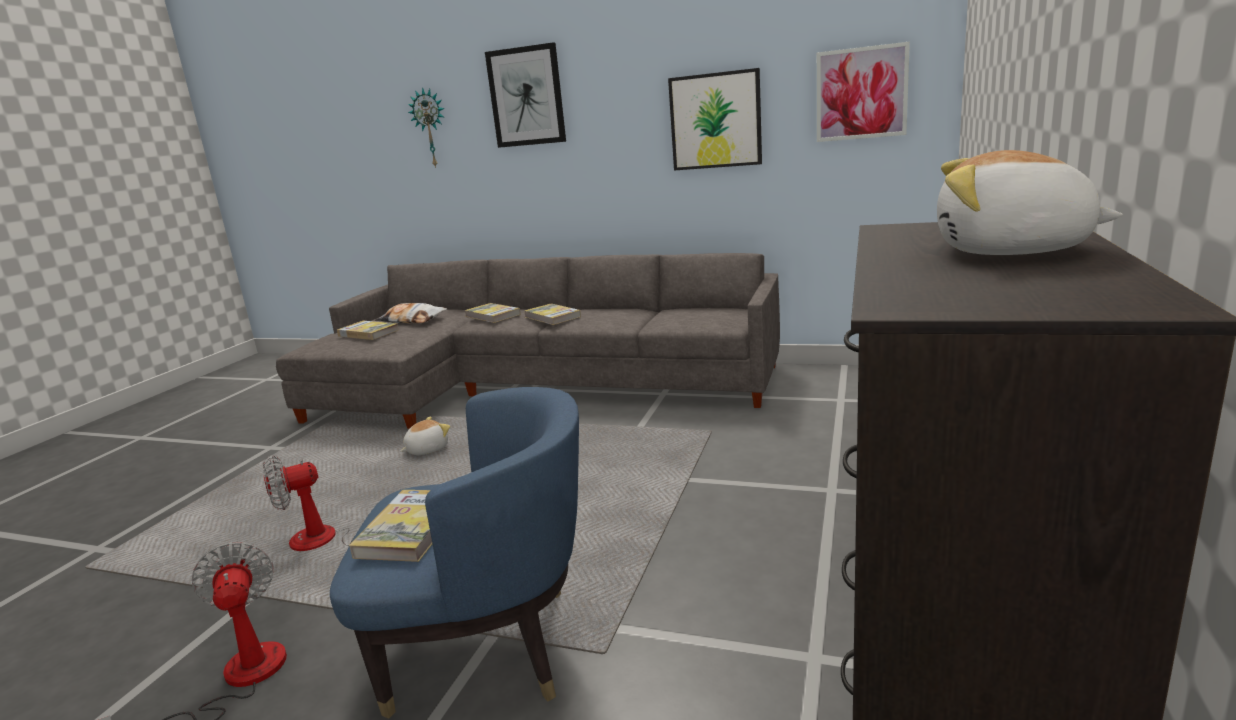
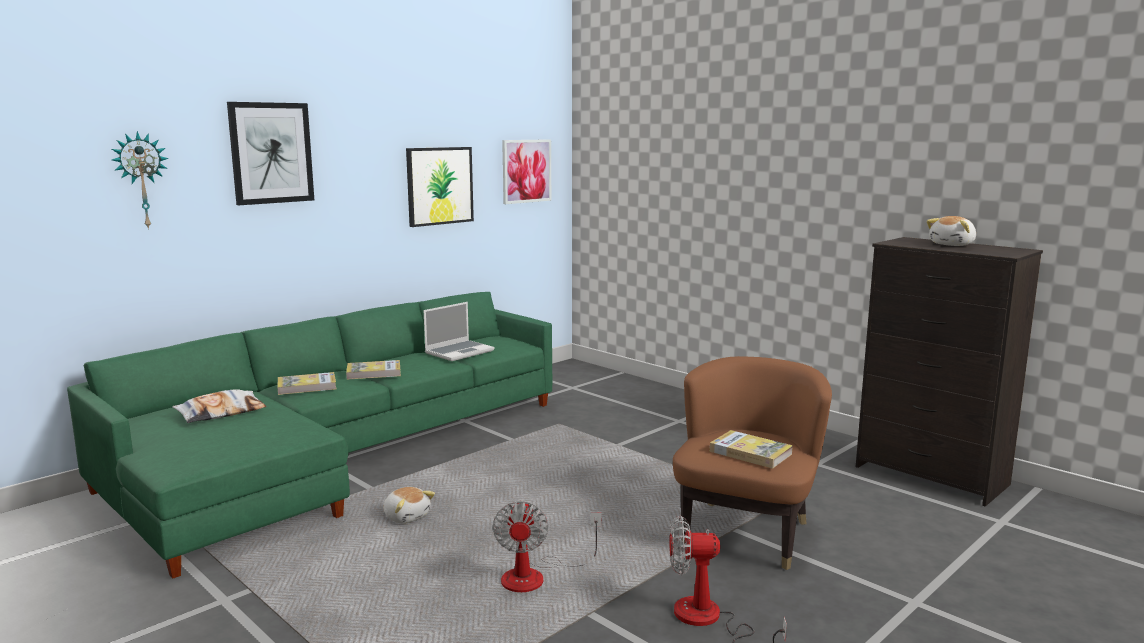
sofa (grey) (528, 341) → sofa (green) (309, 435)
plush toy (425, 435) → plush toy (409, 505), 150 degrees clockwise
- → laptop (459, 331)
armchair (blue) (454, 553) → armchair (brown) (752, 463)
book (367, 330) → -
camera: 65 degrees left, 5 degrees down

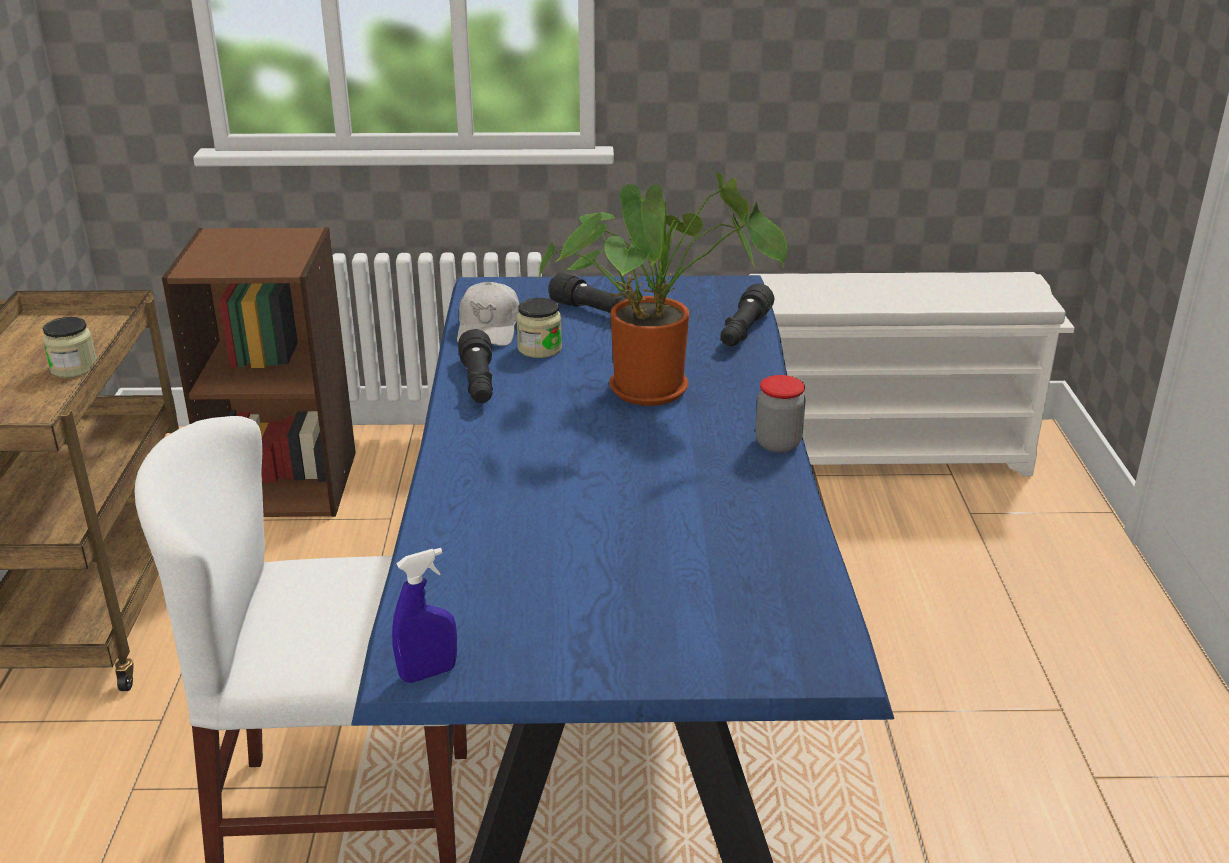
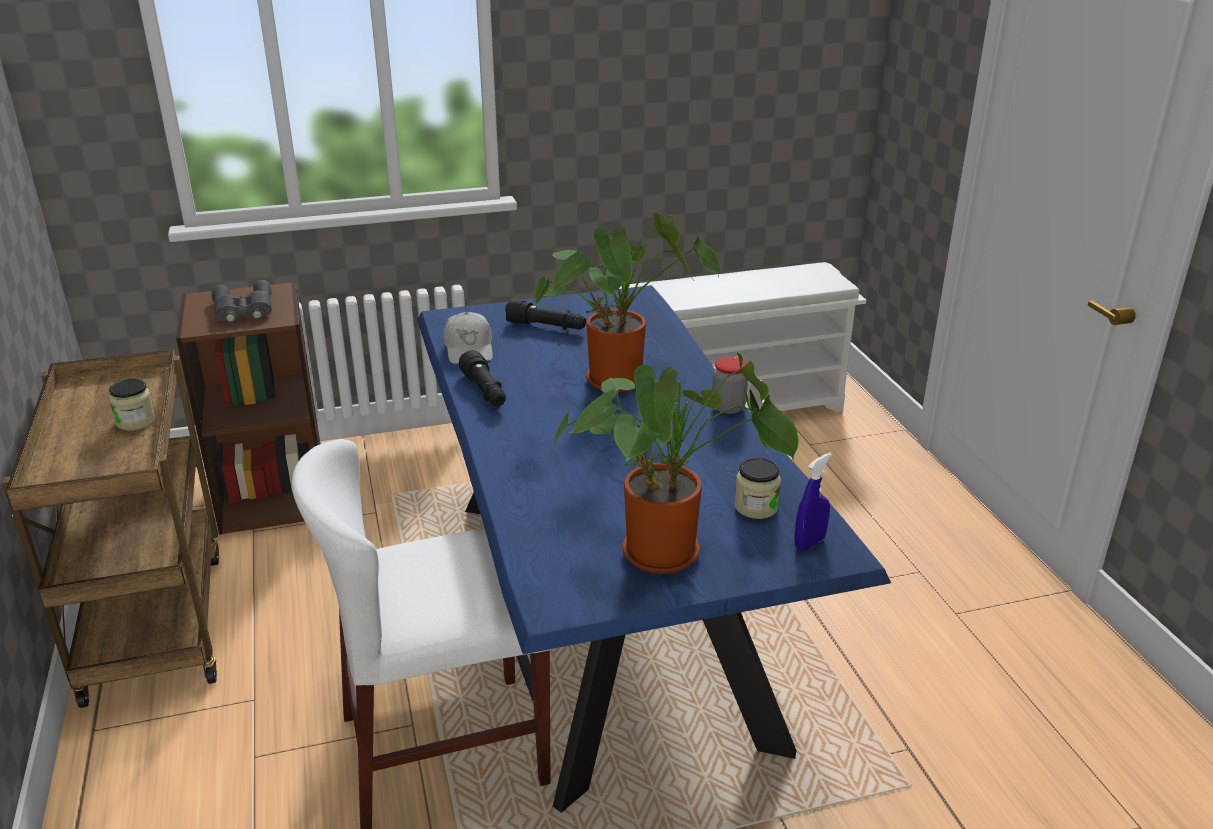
- → binoculars (grey) (242, 301)
- → potted plant (675, 463)
jar (539, 328) → jar (757, 488), moved
spray bottle (blue) (424, 615) → spray bottle (blue) (813, 502), moved
flashlight (black) (747, 315) → -
camera: 15 degrees left, 0 degrees up

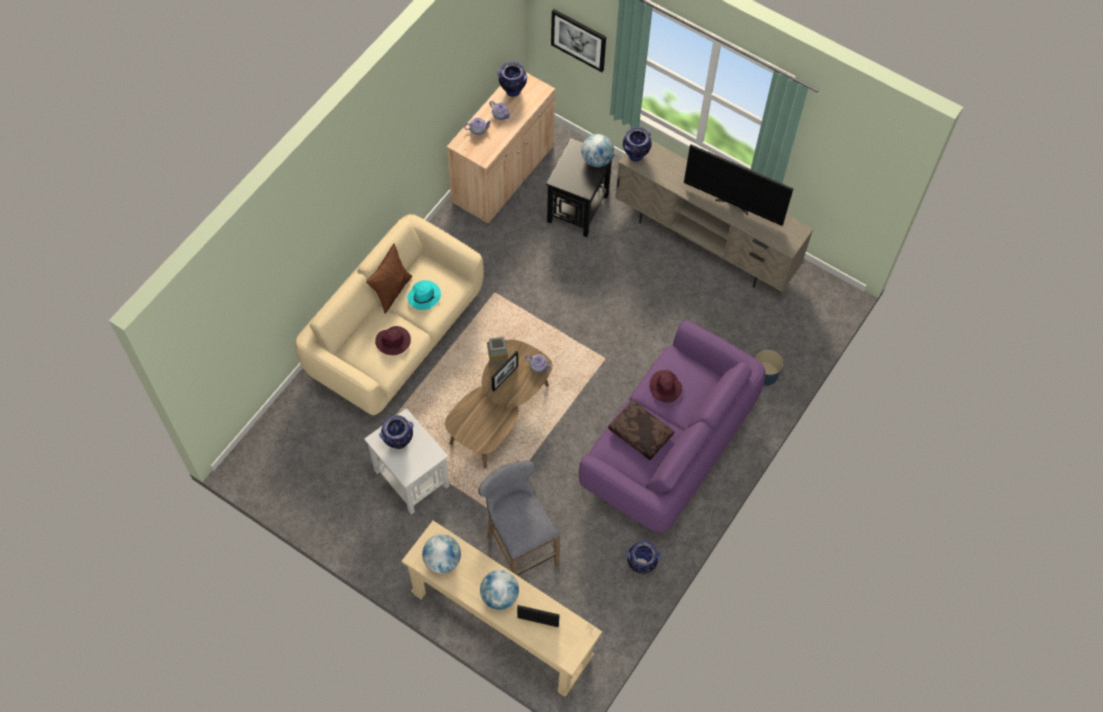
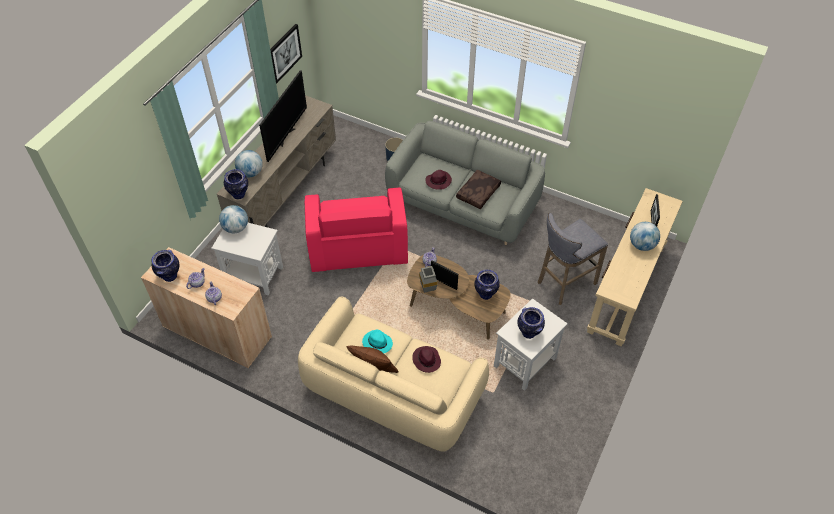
side table (black) (580, 187) → side table (white) (247, 259)
globe (441, 553) → globe (249, 163), moved
picture (578, 40) → picture (286, 54), moved
- → armchair (pink) (356, 229)
sofa (purple) (672, 426) → sofa (grey) (465, 183)
vase (643, 557) → vase (487, 285), moved
camera: 95 degrees left, 10 degrees down

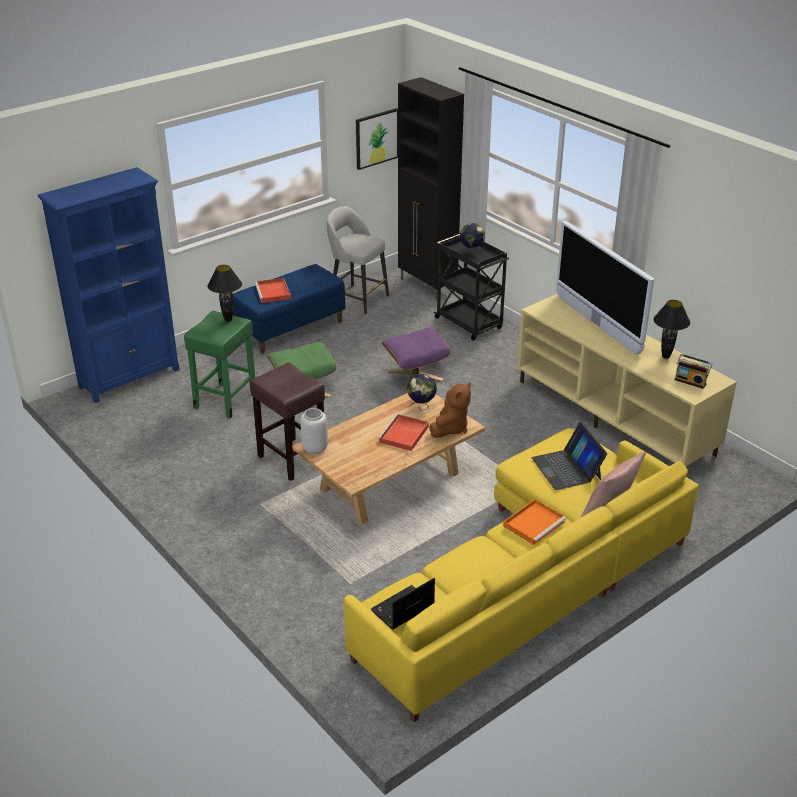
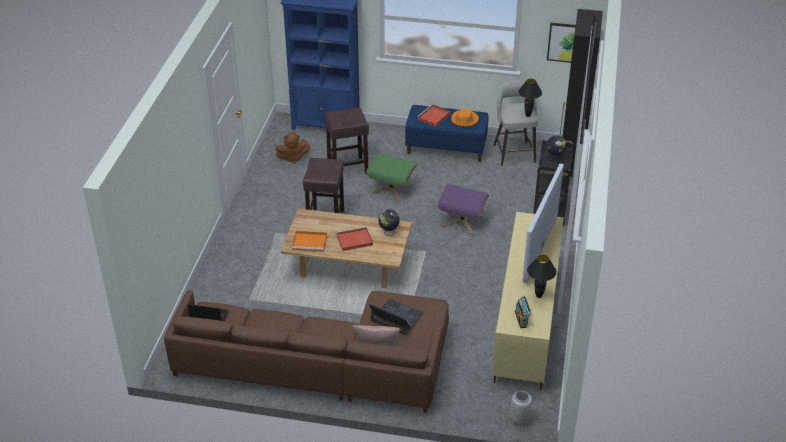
sofa (yellow) (521, 575) → sofa (brown) (306, 351)
plush toy (brown) (450, 410) → plush toy (brown) (292, 148), moved
tray (orange) (534, 522) → tray (orange) (309, 241), moved
stool (green) (219, 365) → stool (brown) (347, 141)
laptop (569, 456) → laptop (396, 317), 90 degrees clockwise
- → hat (orange) (465, 118)
vase (grey) (314, 431) → vase (grey) (521, 408), moved
table lamp (black) (224, 293) → table lamp (black) (530, 98), moved
camera: 50 degrees right, 5 degrees up

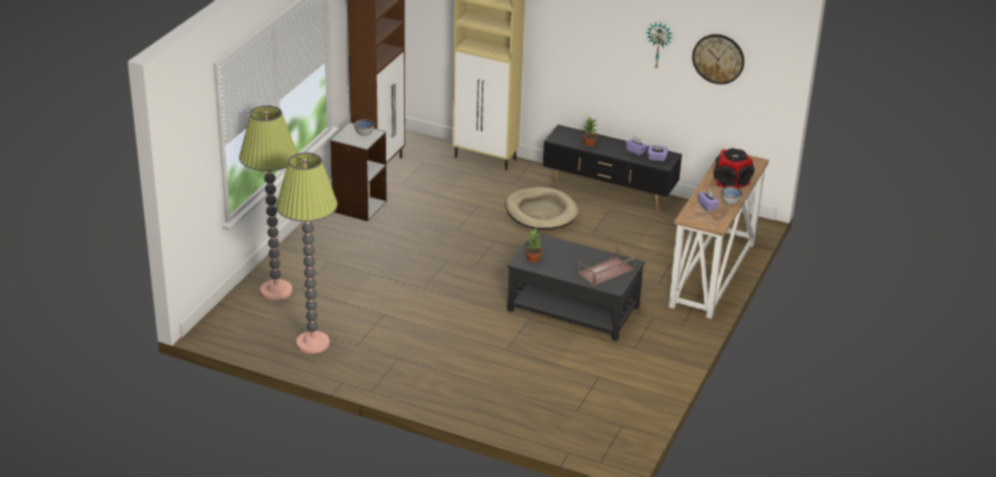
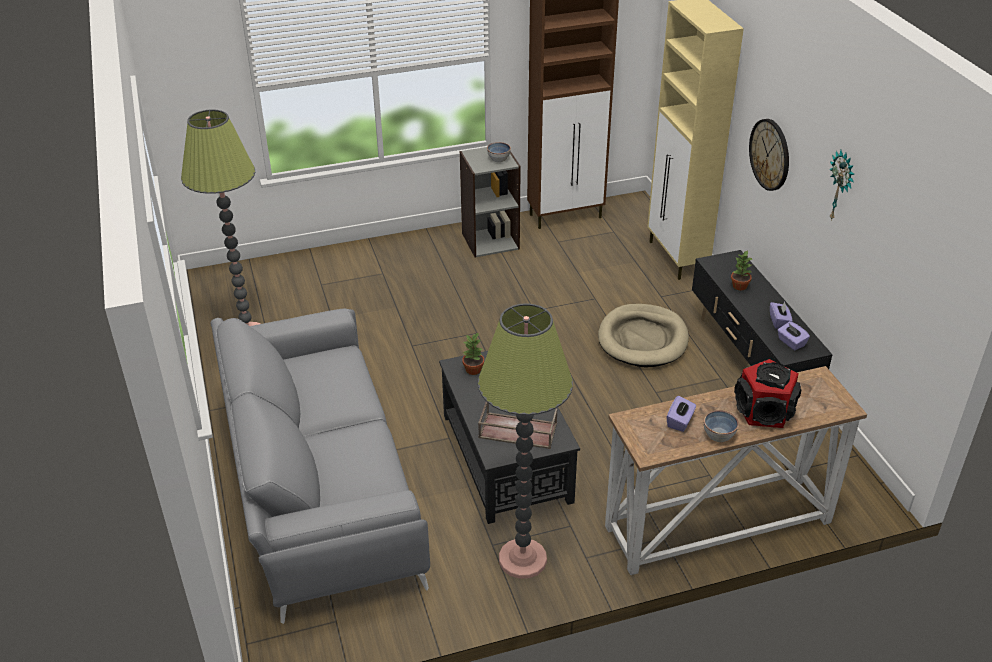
- → sofa (grey) (320, 466)
floor lamp (268, 202) → floor lamp (525, 441), moved
wall clock (718, 59) → wall clock (769, 155), moved
camera: 50 degrees right, 5 degrees up

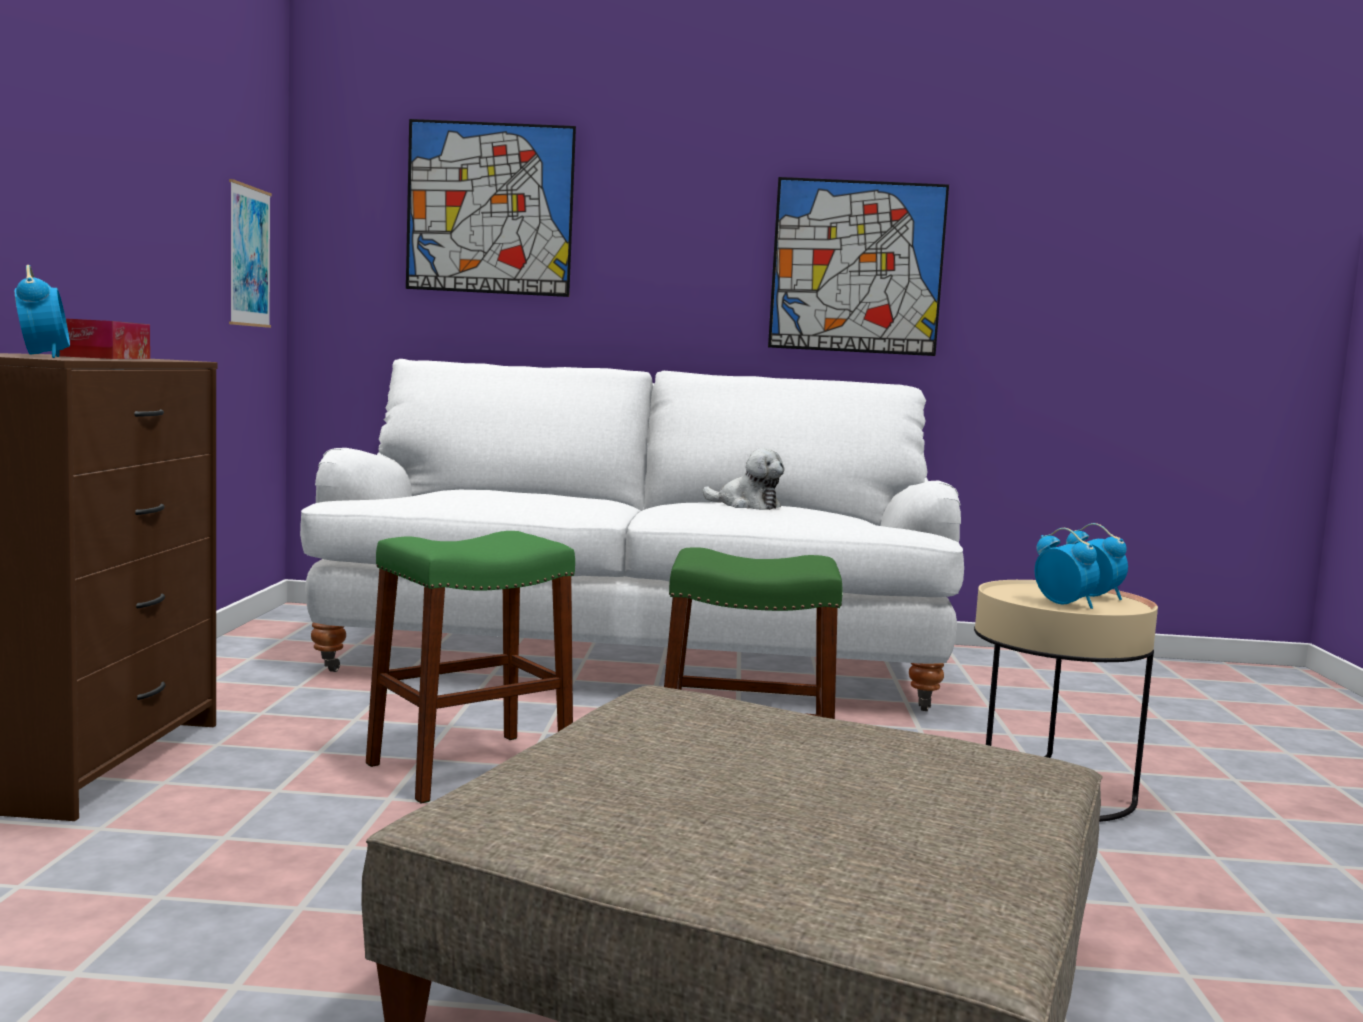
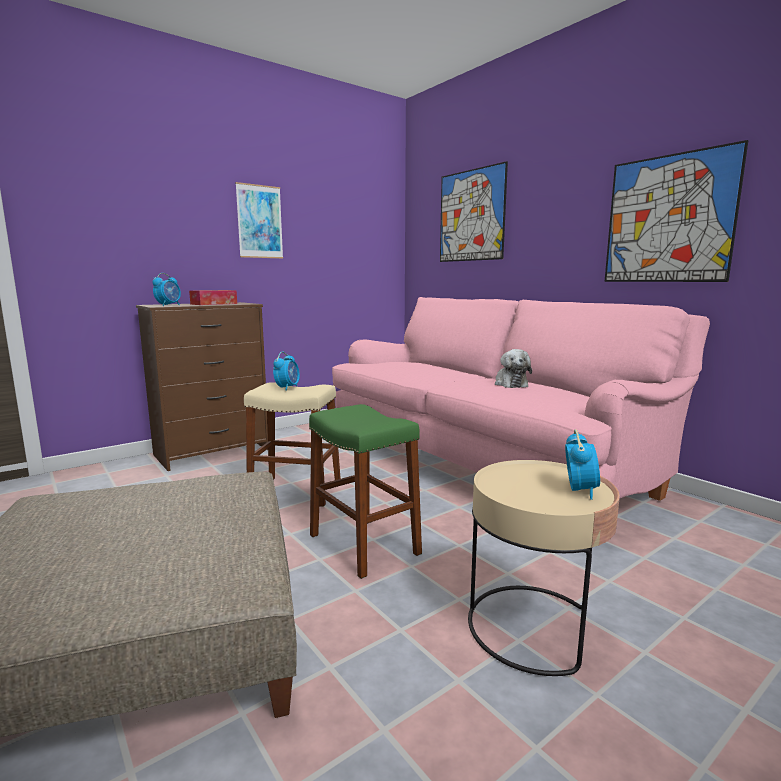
picture (250, 253) → picture (259, 220), moved
stool (green) (470, 667) → stool (beige) (292, 444)
alarm clock (1067, 568) → alarm clock (286, 371), moved
sofa (white) (632, 535) → sofa (pink) (521, 399)
camera: 50 degrees right, 5 degrees up

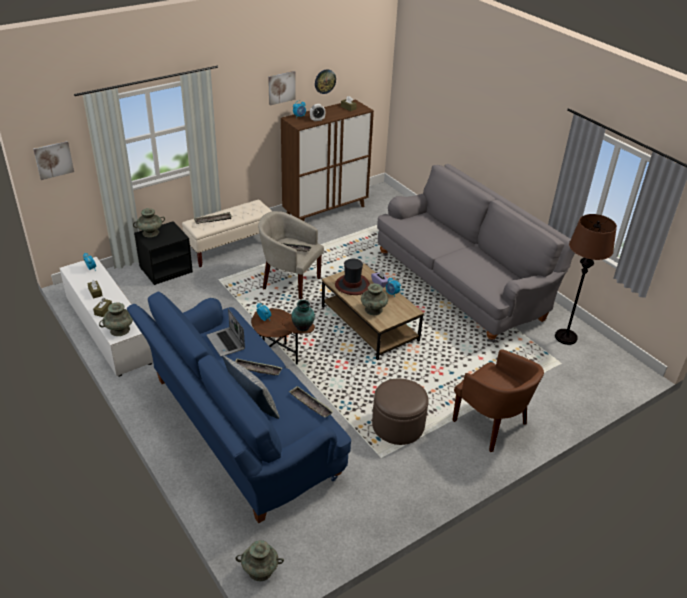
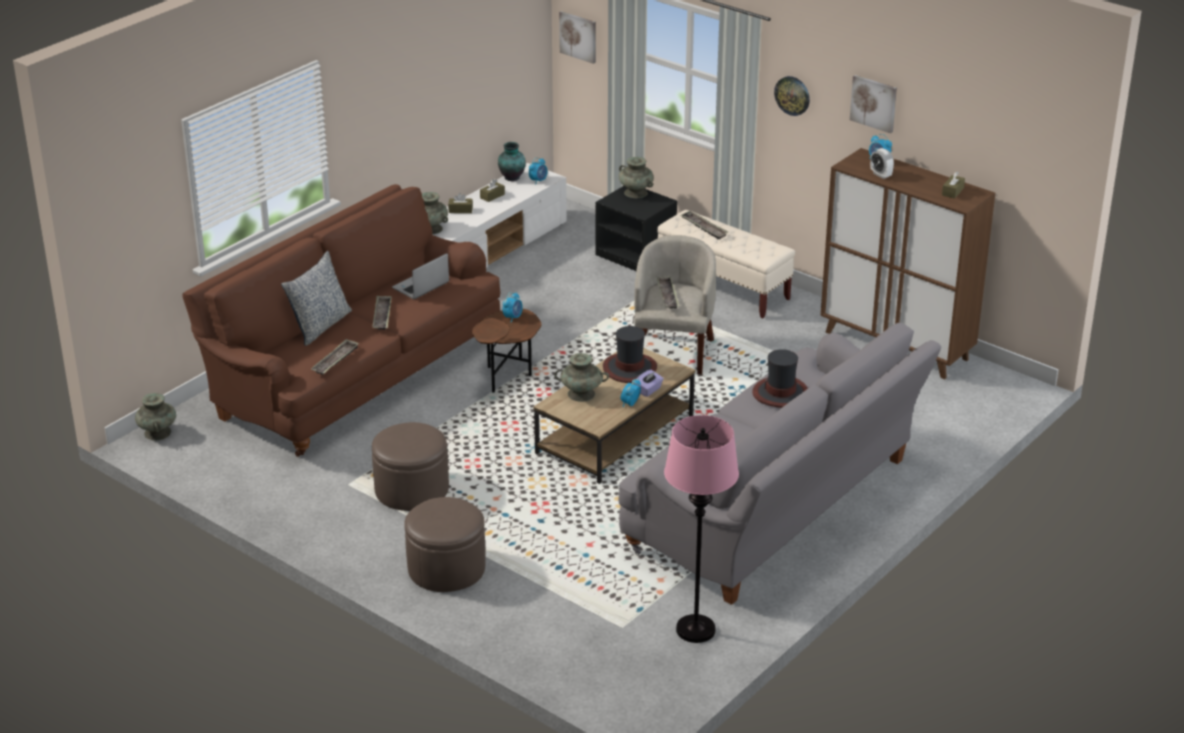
sofa (blue) (239, 407) → sofa (brown) (341, 320)
armchair (brown) (498, 400) → ottoman (brown) (445, 544)
vase (303, 315) → vase (512, 161), moved
floor lamp (brown) (586, 279) → floor lamp (pink) (701, 529)
- → hat (780, 378)
wall clock (325, 81) → wall clock (792, 96), moved
camera: 75 degrees right, 5 degrees down

